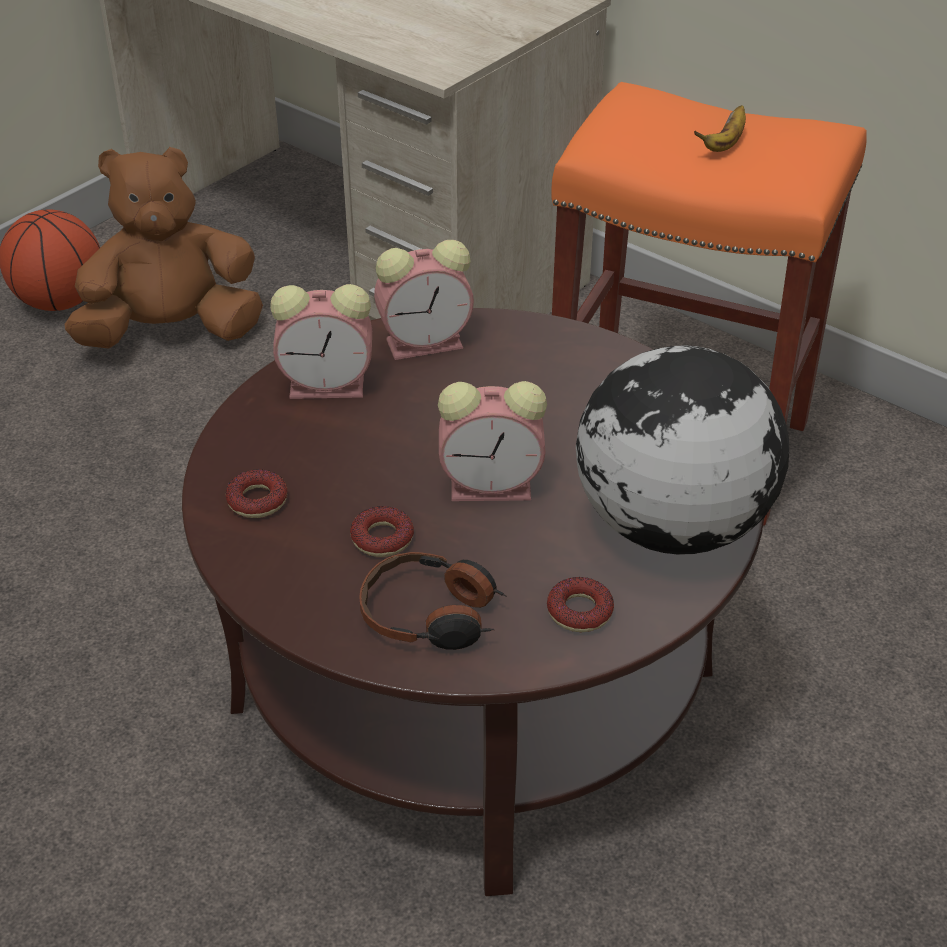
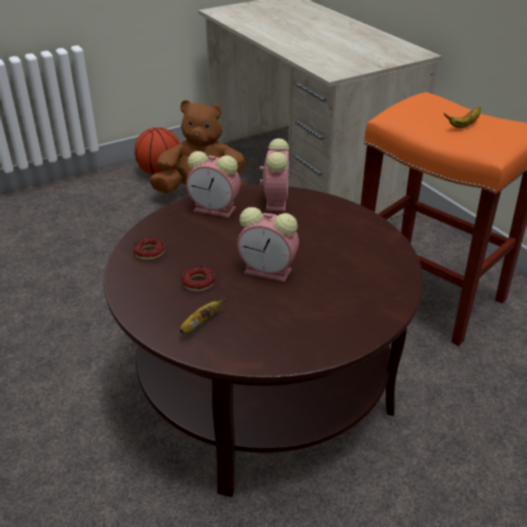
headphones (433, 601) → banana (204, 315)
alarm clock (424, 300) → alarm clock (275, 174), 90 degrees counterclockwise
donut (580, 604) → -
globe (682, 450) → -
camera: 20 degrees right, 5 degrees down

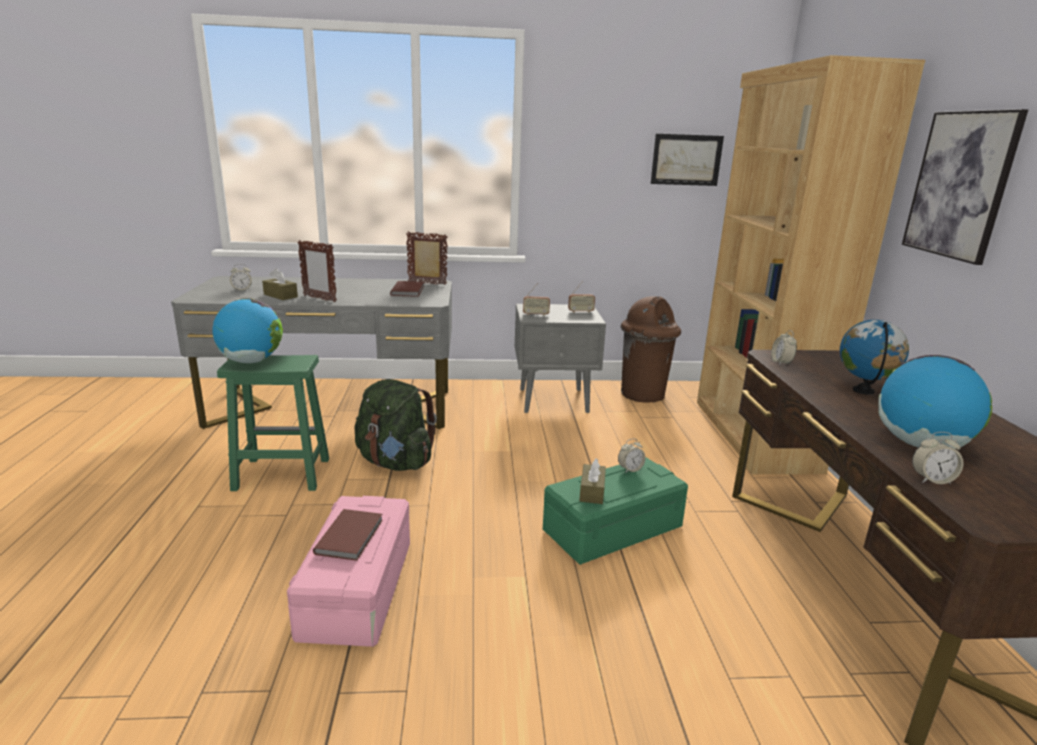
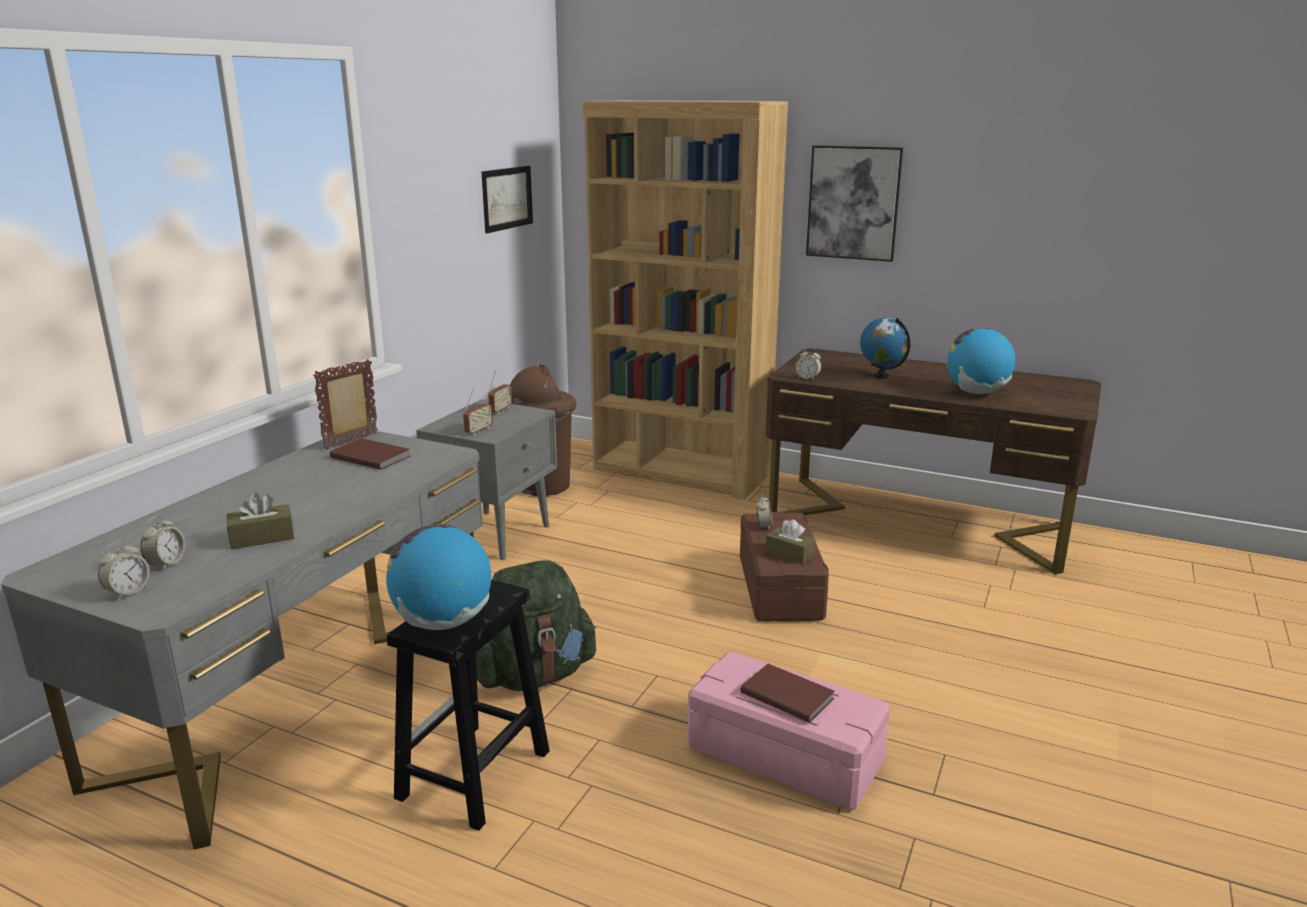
alarm clock (938, 458) → alarm clock (124, 570), moved
stool (green) (273, 423) → stool (black) (468, 705)
storage box (green) (615, 511) → storage box (brown) (784, 566)
picture frame (317, 271) → -
camera: 60 degrees left, 0 degrees up

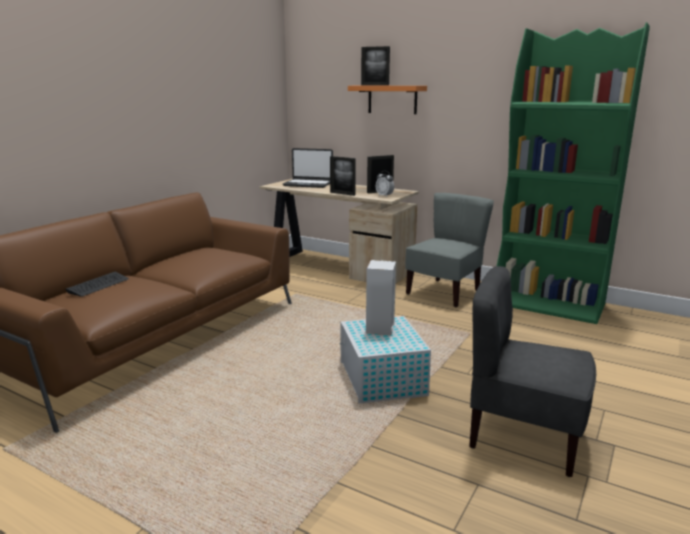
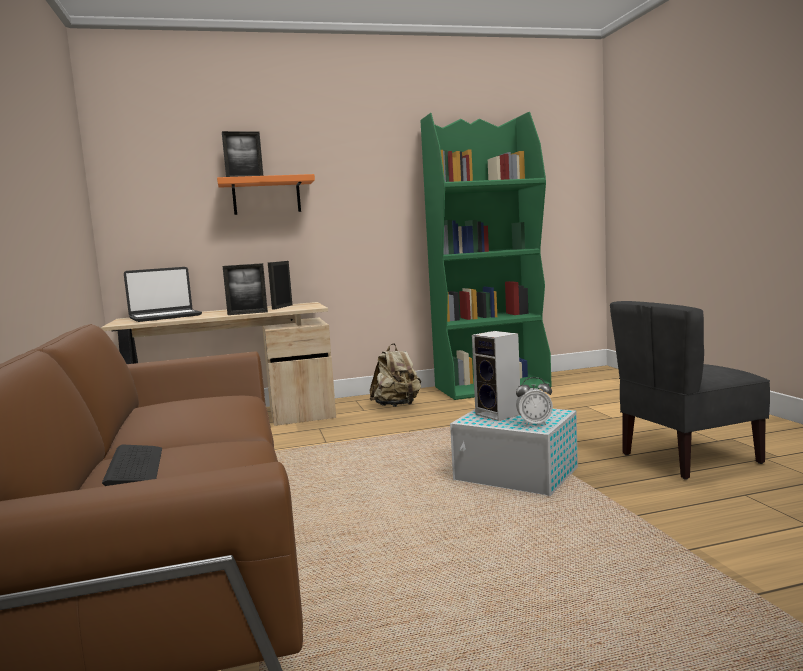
chair (grey) (450, 250) → backpack (beige) (395, 375)
alarm clock (385, 184) → alarm clock (534, 401), moved
camera: 45 degrees left, 10 degrees down

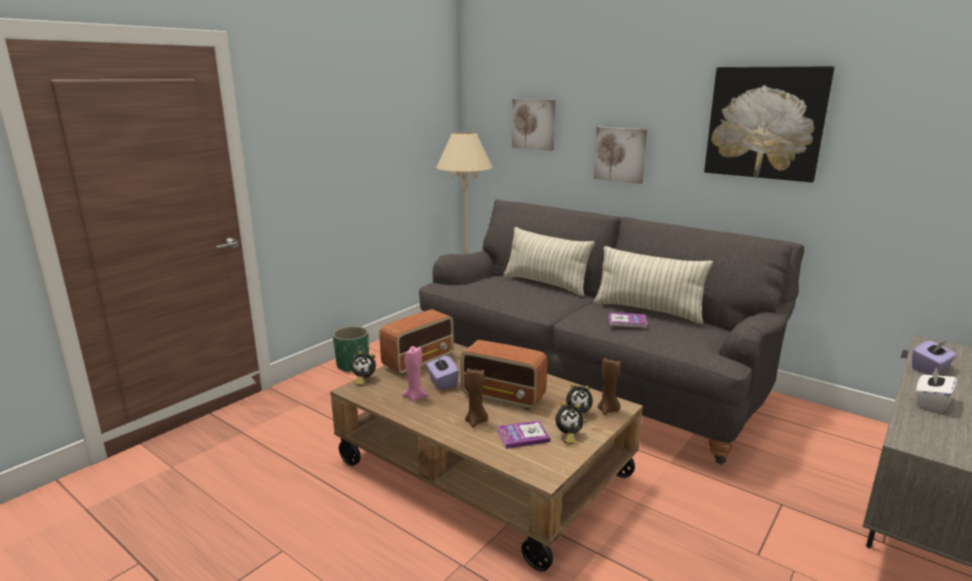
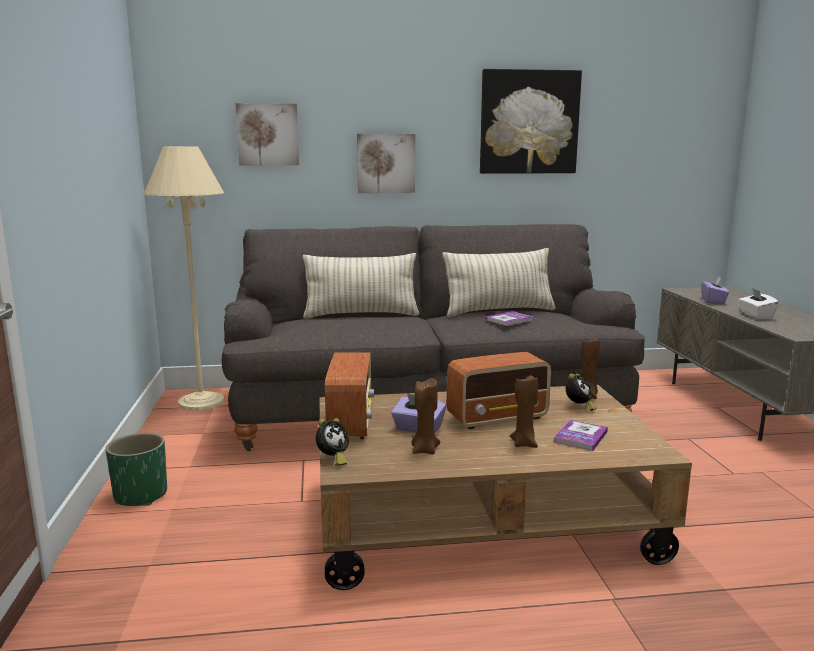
candle (pink) (415, 374) → candle (brown) (425, 416)
alarm clock (570, 423) → -
camera: 45 degrees left, 5 degrees down

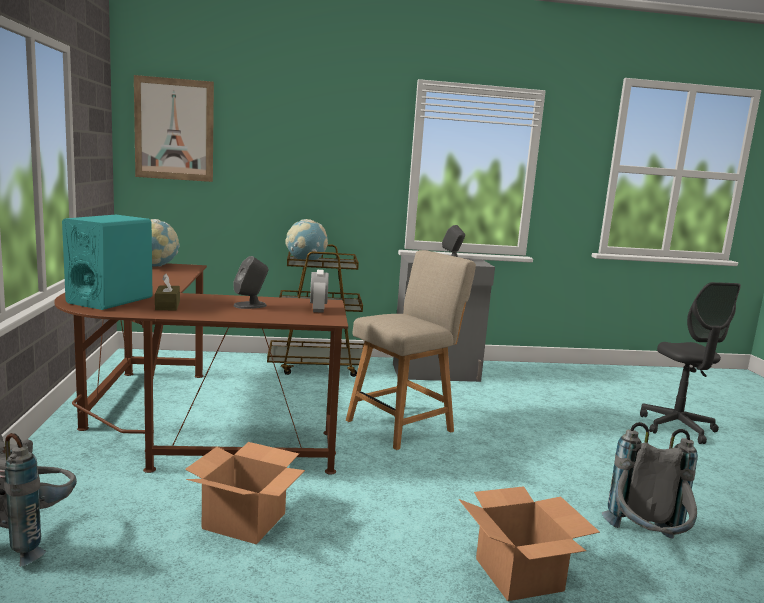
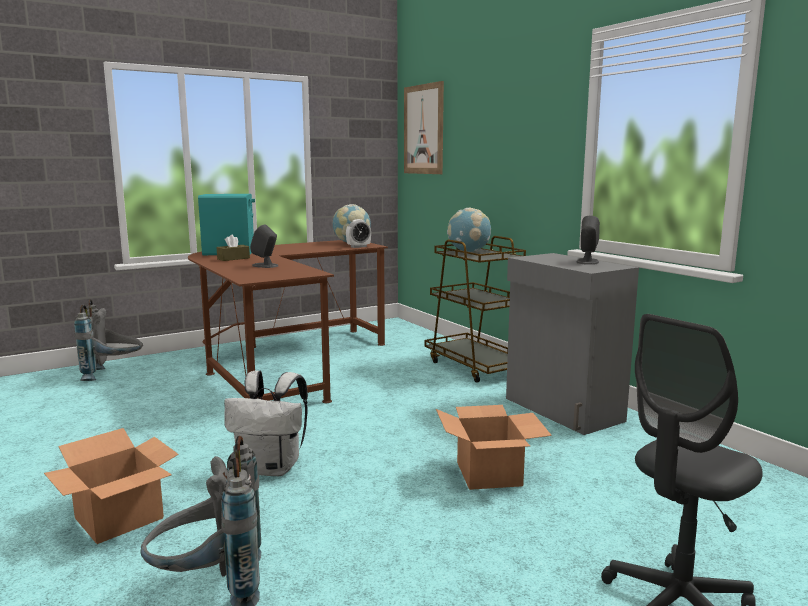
- → backpack (white) (266, 423)
alarm clock (319, 291) → alarm clock (358, 233), moved
cardboard box (245, 493) → cardboard box (494, 447), moved
chair (beige) (411, 350) → -
camera: 65 degrees right, 0 degrees up

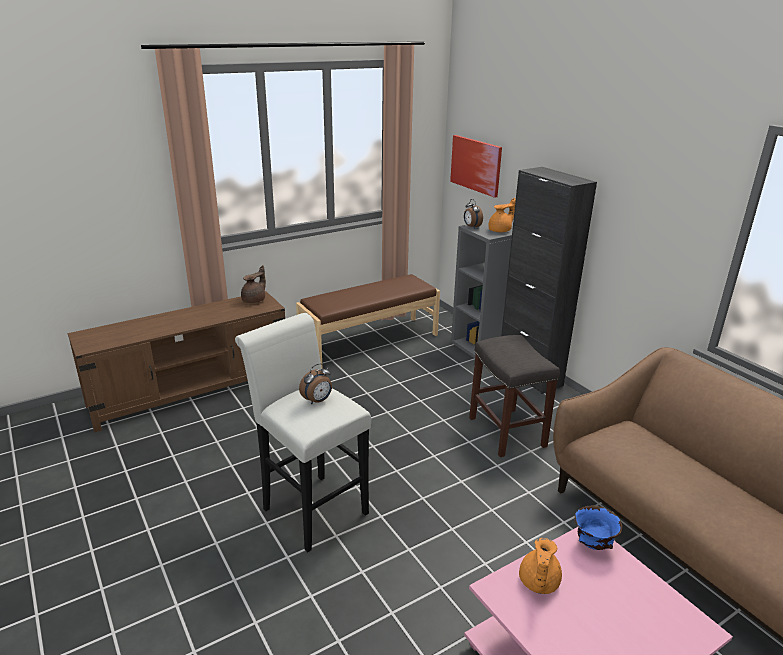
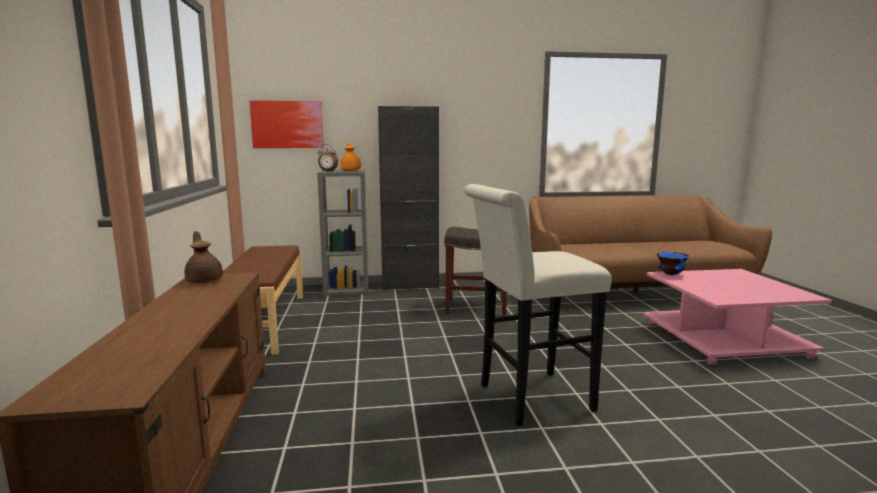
alarm clock (315, 384) → -
teapot (orange) (540, 566) → -
camera: 65 degrees left, 15 degrees down

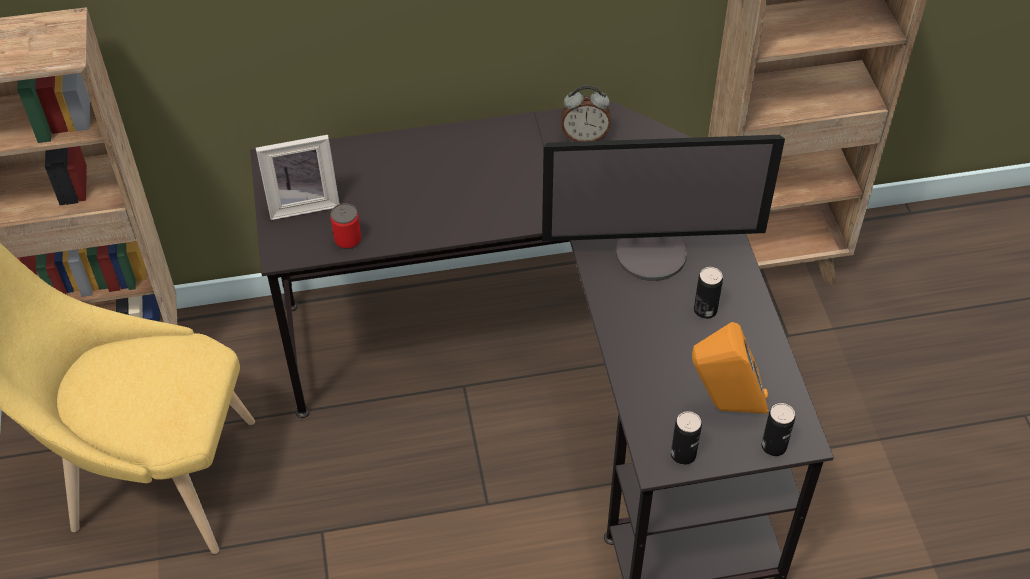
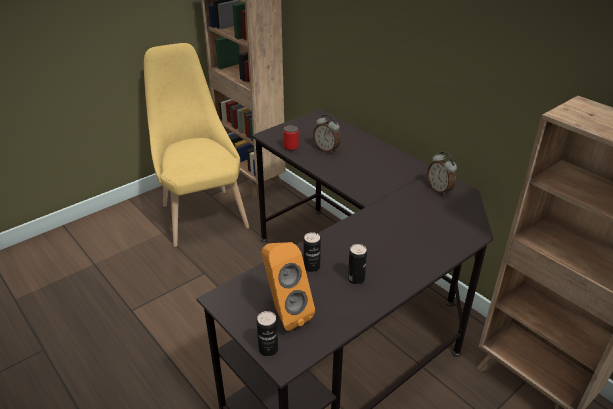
can (686, 438) → can (312, 252), moved
- → alarm clock (327, 134)
picture frame (298, 177) → -
monitor (663, 208) → -
camera: 60 degrees right, 15 degrees down

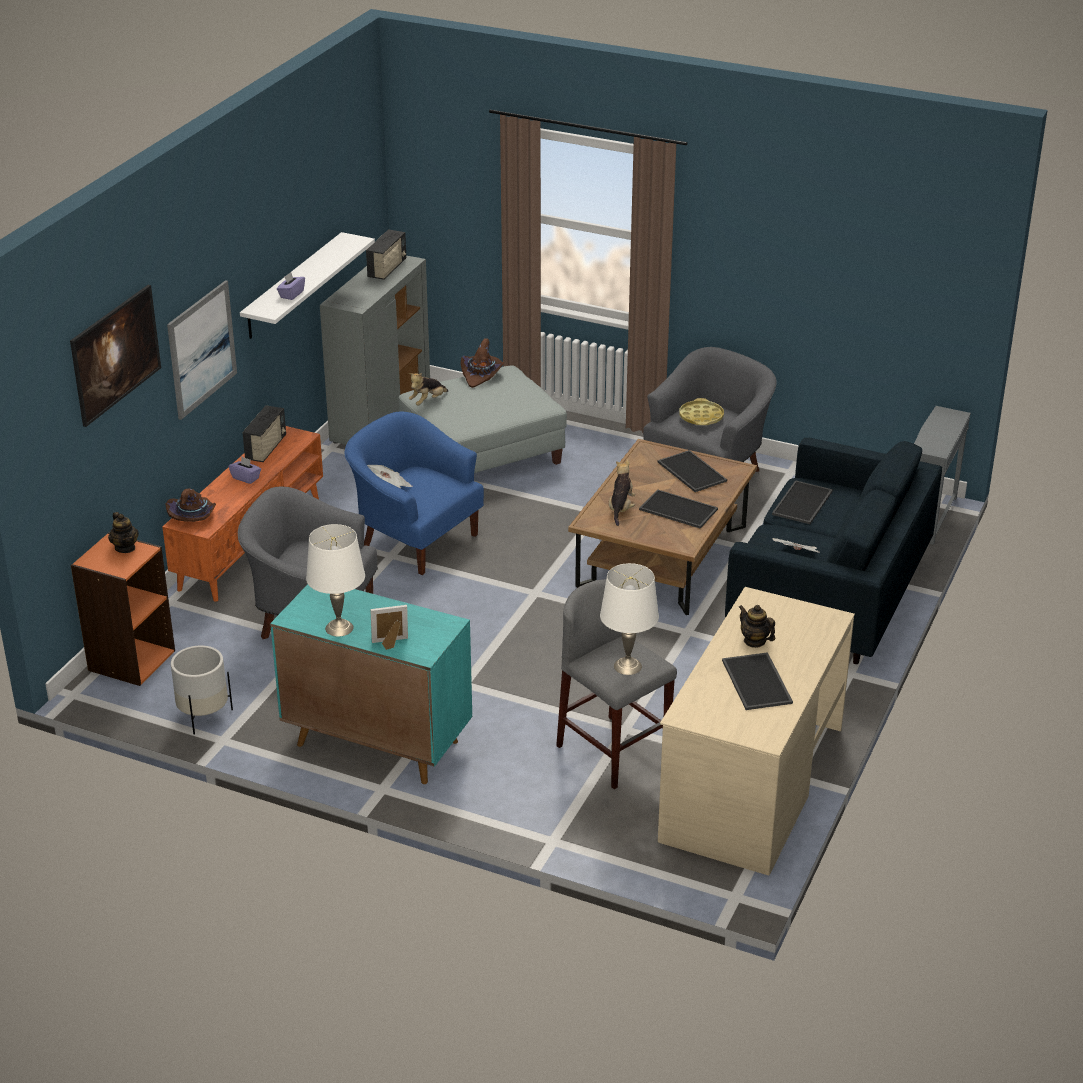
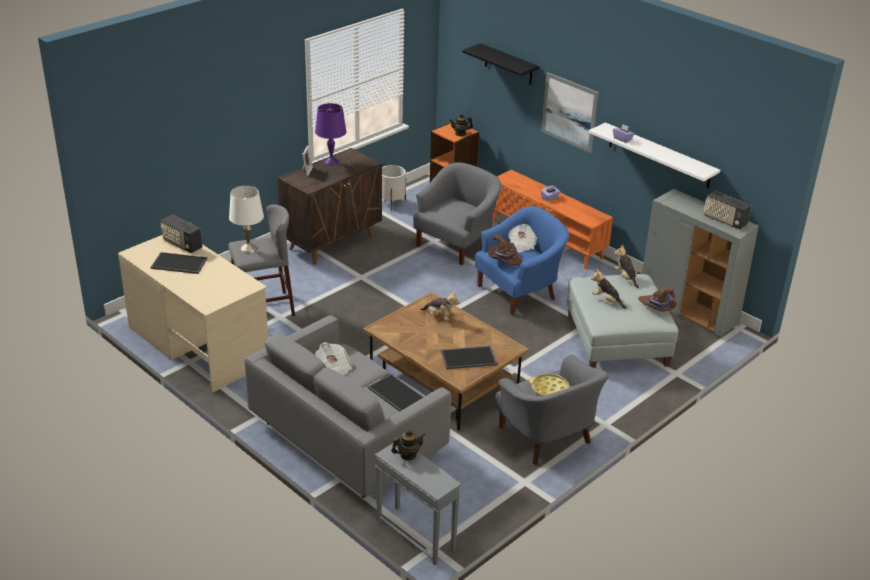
radio (264, 433) → radio (181, 233), moved
sofa (blue) (833, 551) → sofa (grey) (347, 406)
cabinet (turquoise) (371, 684) → cabinet (brown) (329, 206)
table lamp (white) (335, 580) → table lamp (purple) (330, 134)
teapot (757, 626) → teapot (408, 445), moved
picture (115, 356) → shelf (black) (500, 64)
hat (brown) (190, 505) → hat (brown) (505, 250), moved
- → plush toy (609, 289)
tray (678, 509) → -
camera: 110 degrees right, 0 degrees up

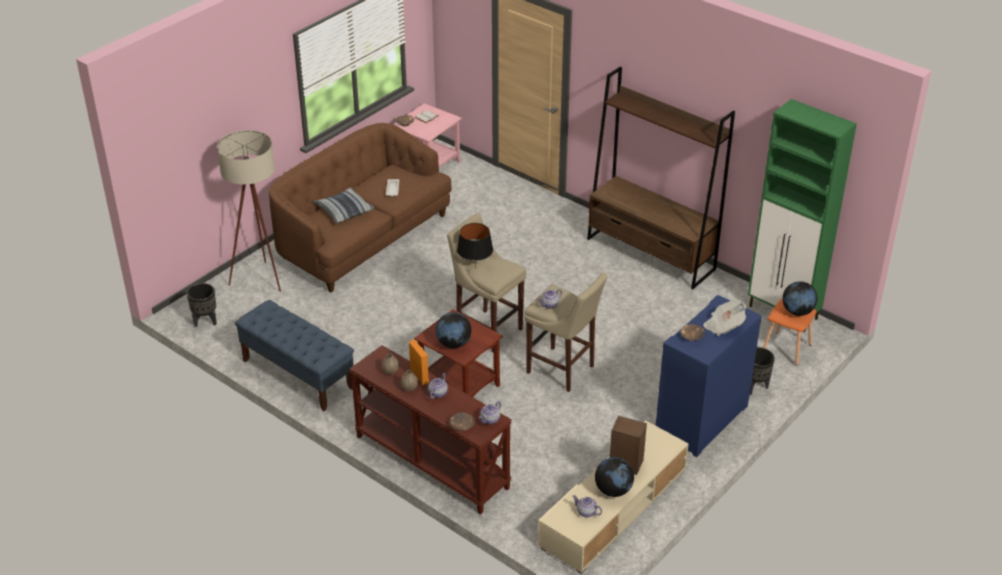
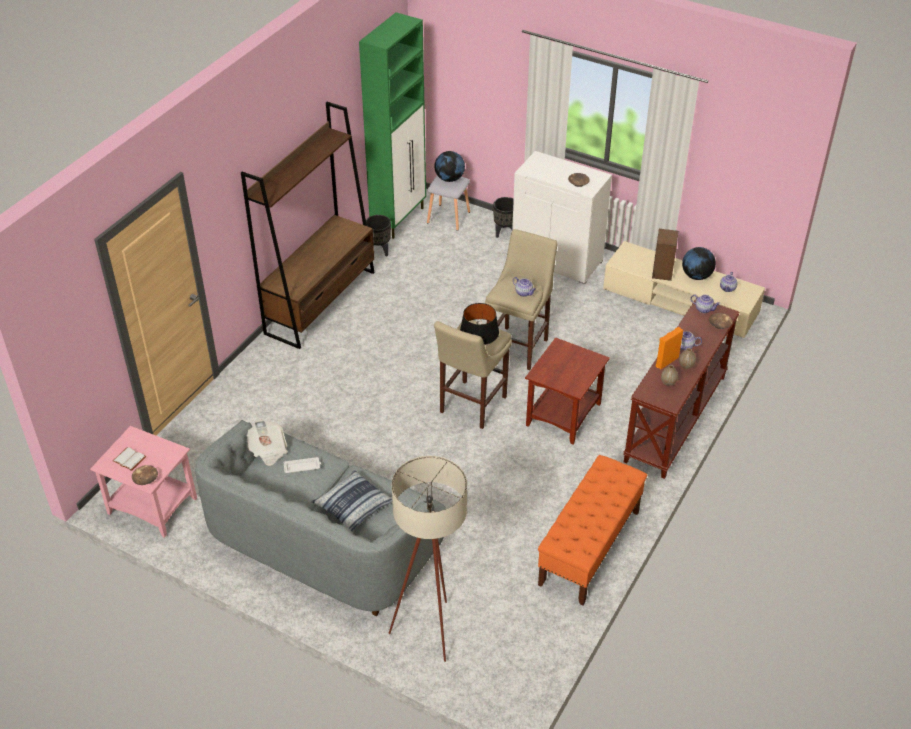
sofa (brown) (360, 207) → sofa (grey) (320, 518)
newspaper (725, 318) → newspaper (267, 443), moved
planter (black) (202, 305) → planter (black) (378, 236), moved
stool (orange) (789, 332) → stool (grey) (448, 203)
cabinet (blue) (708, 376) → cabinet (white) (562, 217)
bench (blue) (294, 355) → bench (orange) (592, 530)
globe (453, 330) → -
camera: 100 degrees left, 5 degrees up

